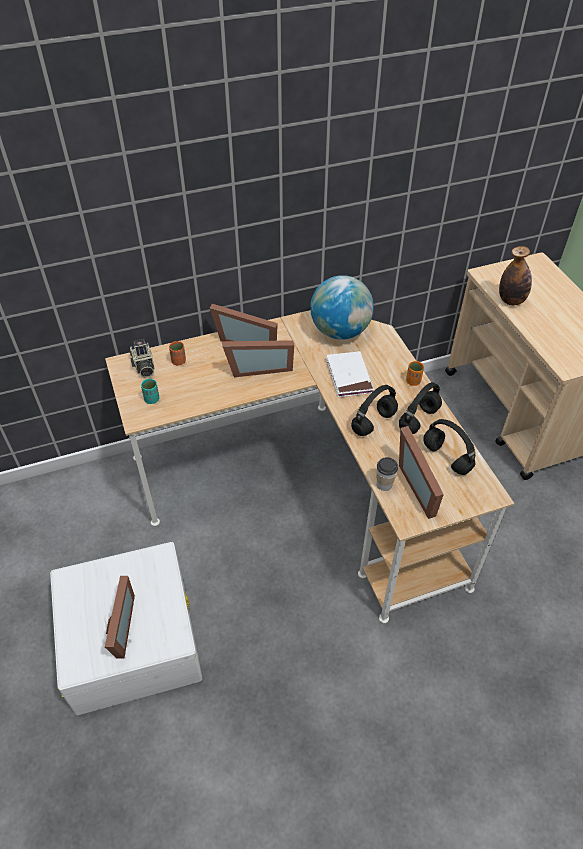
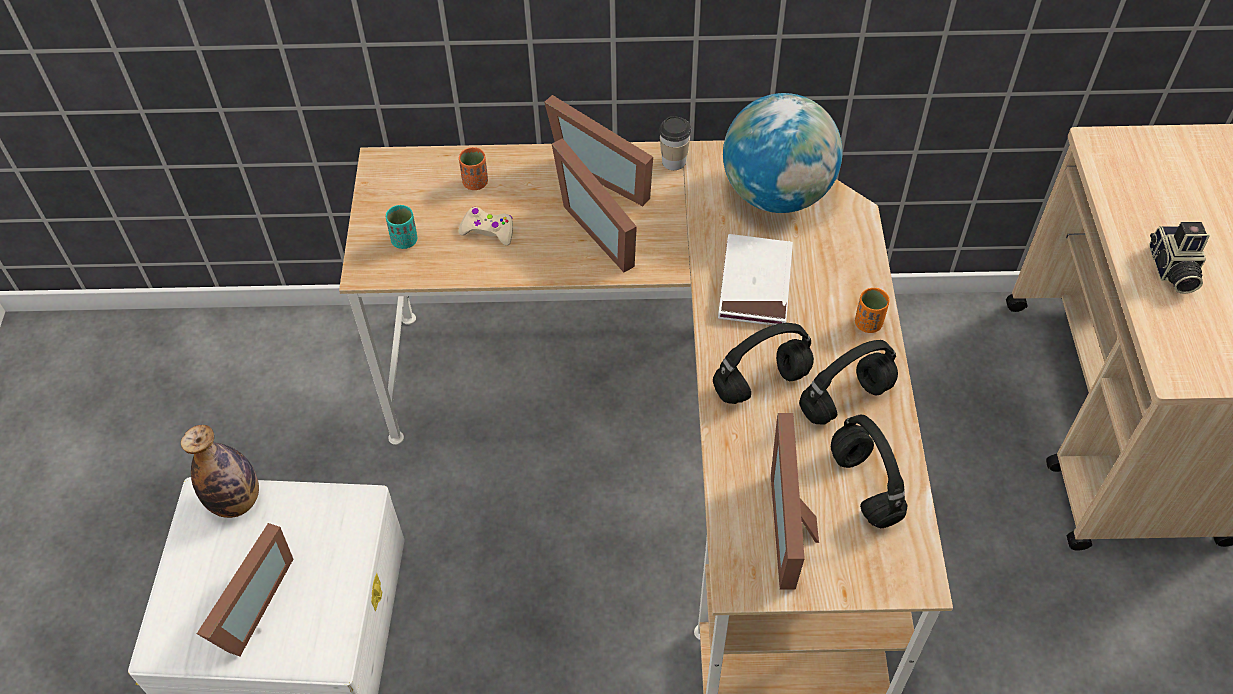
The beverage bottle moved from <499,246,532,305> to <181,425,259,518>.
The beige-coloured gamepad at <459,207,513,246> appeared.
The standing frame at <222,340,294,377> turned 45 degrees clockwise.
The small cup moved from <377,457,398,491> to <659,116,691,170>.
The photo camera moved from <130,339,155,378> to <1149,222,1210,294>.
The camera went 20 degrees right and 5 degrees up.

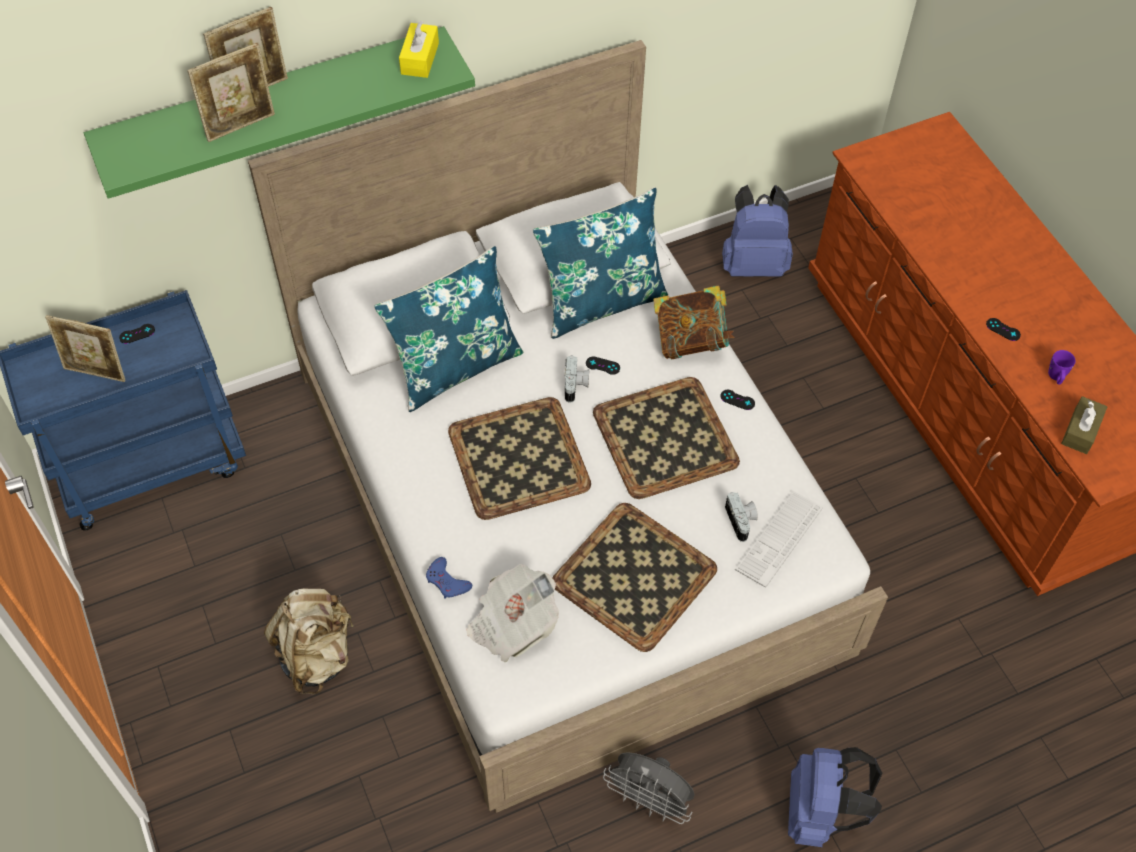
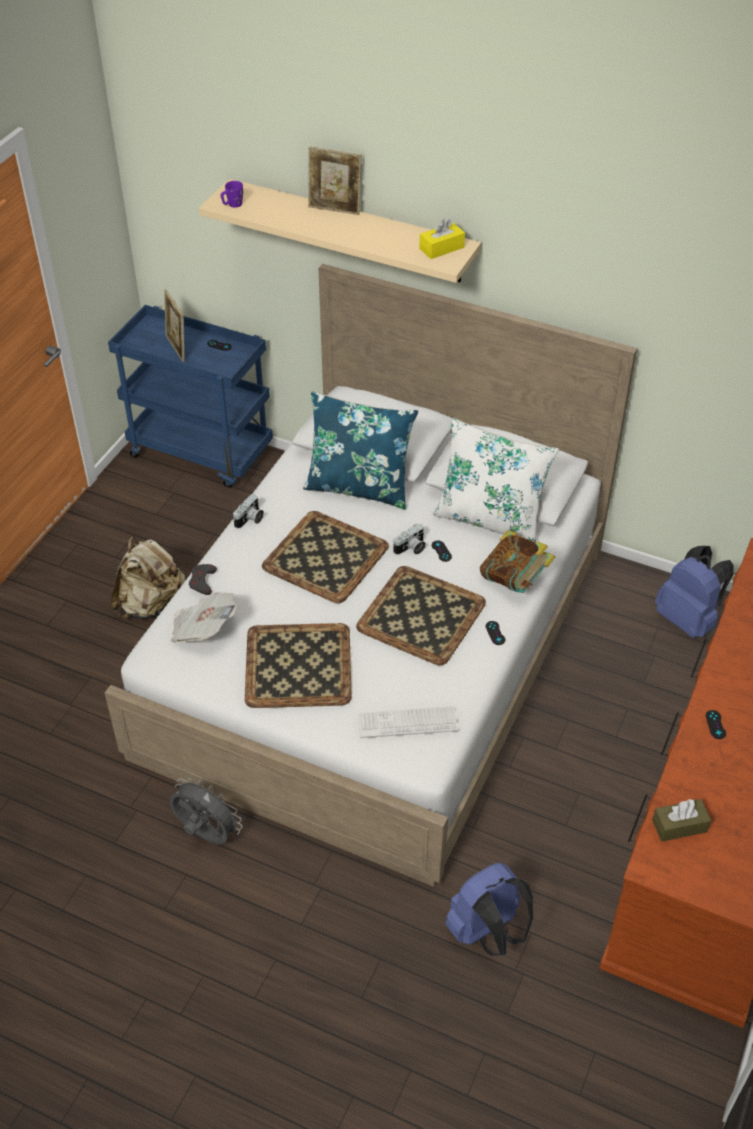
The gray fan at <603,752,695,824> turned 135 degrees clockwise.
The blue-coloured gamepad at <426,557,472,599> became the gray gamepad at <189,564,217,595>.
The green shelf at <84,26,475,199> became the beige-coloured shelf at <199,179,481,283>.
The purple coffee mug moved from <1048,350,1076,385> to <221,181,243,208>.
The photo camera moved from <725,492,758,542> to <233,494,264,529>.
The blue-coloured throw pillow at <533,188,668,339> became the whitish throw pillow at <433,418,559,542>.
The blue-coloured backpack moved from <788,747,883,847> to <445,862,533,955>.
The standing frame at <187,43,275,142> disappeared.
The camera went 50 degrees right and 10 degrees down.

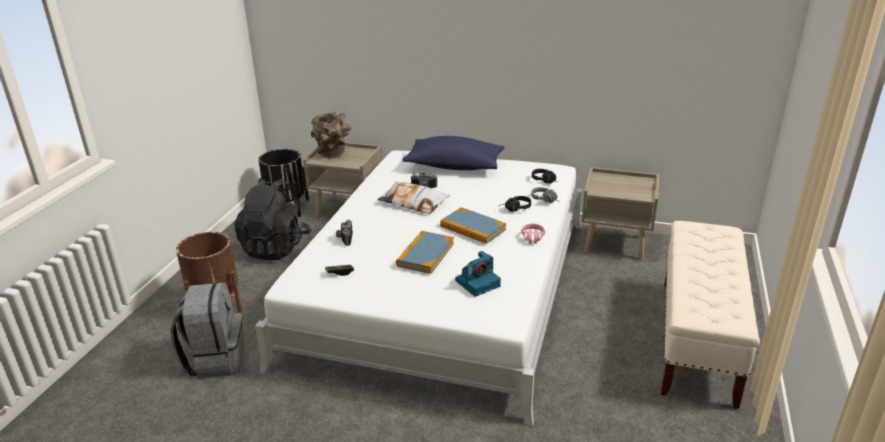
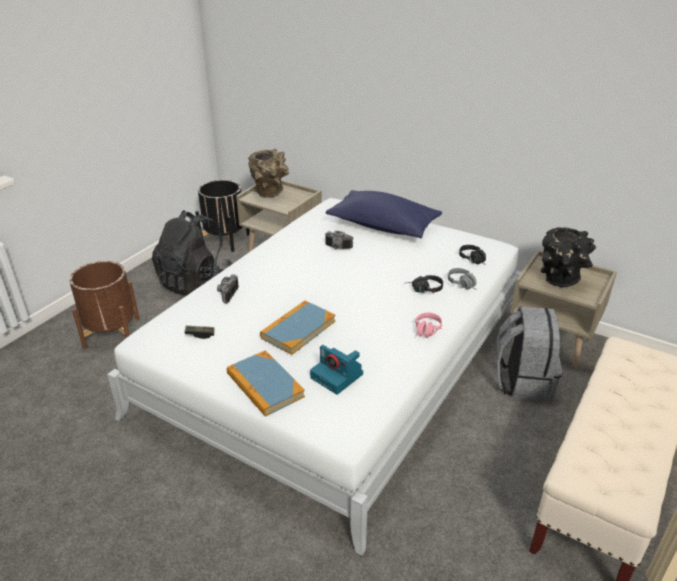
The volume moved from <440,207,506,244> to <227,350,305,417>.
The photo camera at <455,251,501,297> turned 60 degrees clockwise.
The gray backpack moved from <170,283,245,379> to <497,306,562,401>.
The black-coloured decorative vase at <540,227,596,288> appeared.
The throw pillow at <377,182,450,214> disappeared.
The camera went 15 degrees right and 5 degrees up.

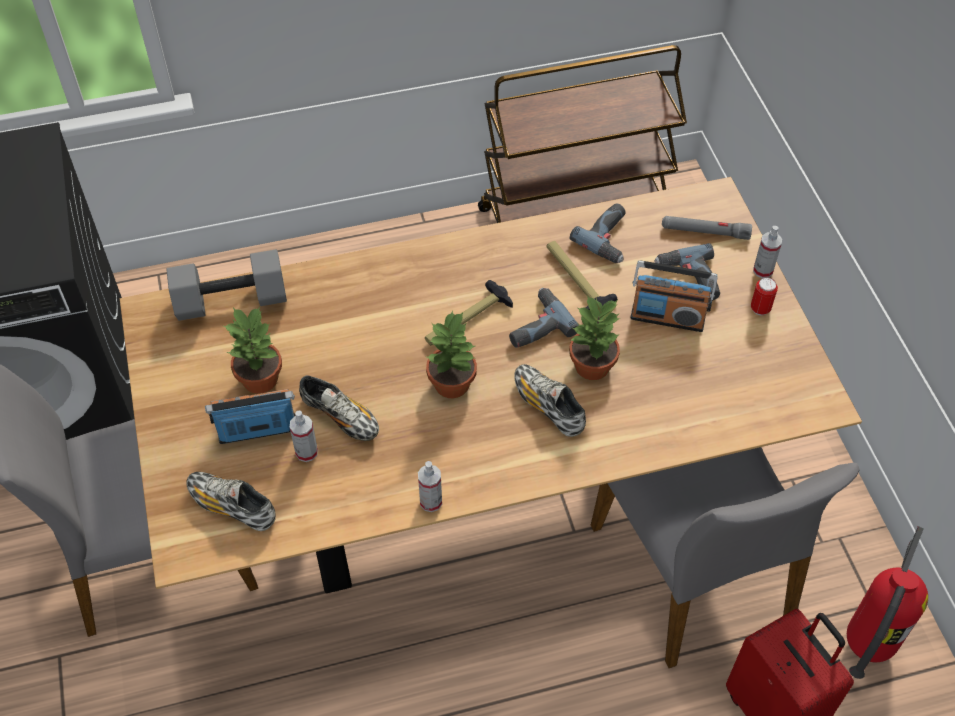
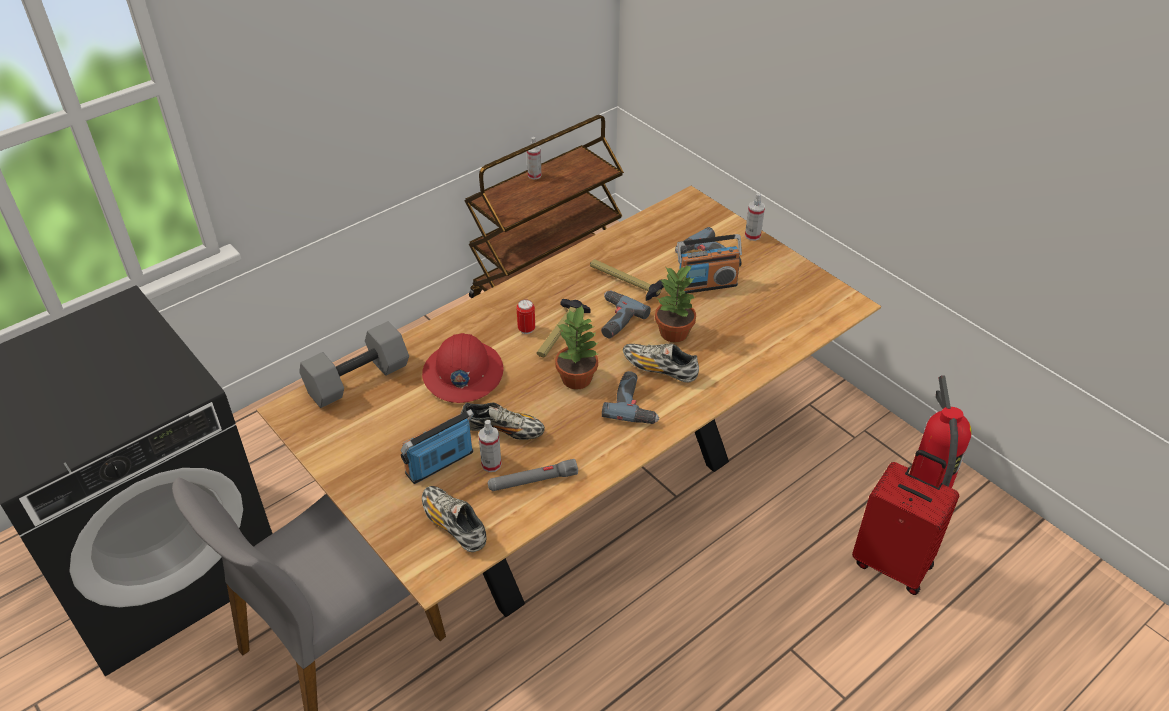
The reddish safety helmet at <422,333,503,403> appeared.
The low shoe at <186,472,276,531> turned 45 degrees clockwise.
The gray flashlight moved from <662,216,752,240> to <487,459,578,491>.
The metal can moved from <751,277,778,315> to <516,299,535,334>.
The hand sprayer moved from <418,461,442,512> to <527,137,542,179>.
The power drill moved from <570,203,626,263> to <602,371,660,424>.
The plant in a pot at <224,307,282,394> disappeared.
The gray chair at <591,447,859,668> disappeared.
The camera went 25 degrees left and 10 degrees down.

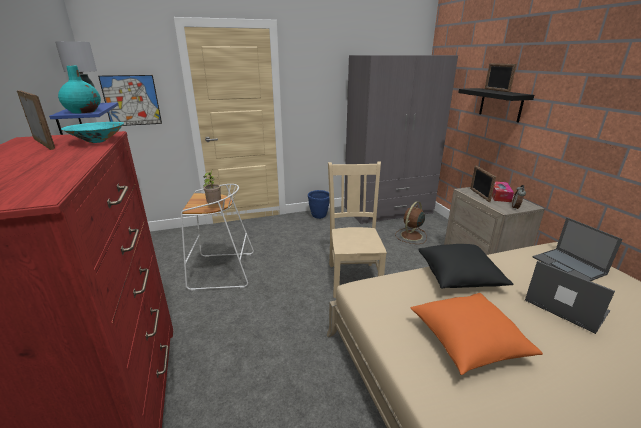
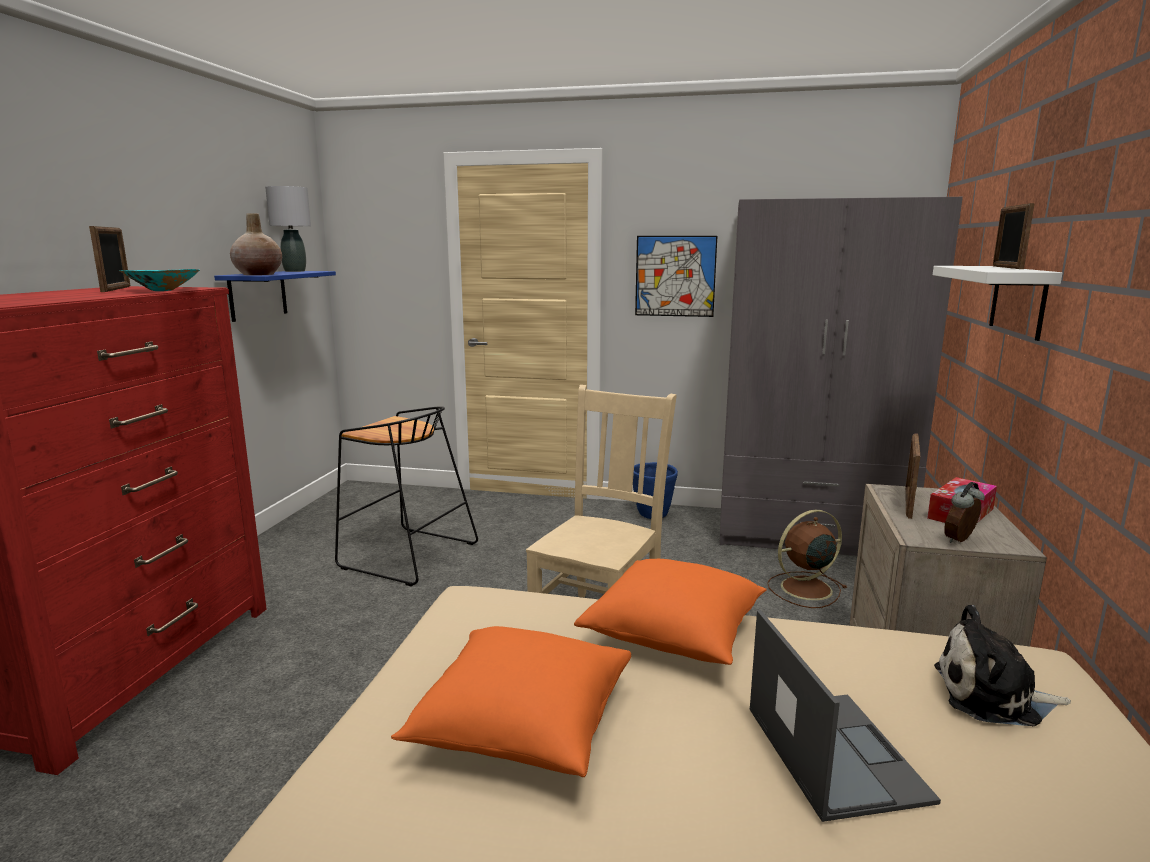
The turquoise decorative vase at <58,65,101,113> became the beige-coloured decorative vase at <230,213,282,275>.
The whitish stool seat at <181,184,254,291> became the black-coloured stool seat at <335,406,478,587>.
The black-coloured throw pillow at <418,244,513,289> became the orangey throw pillow at <574,559,767,665>.
The wall art moved from <98,75,162,126> to <635,236,717,317>.
The black-coloured shelf at <458,88,534,122> became the whitish shelf at <933,266,1062,341>.
The notebook computer at <533,217,623,281> was replaced by the cuddly toy at <934,605,1071,726>.
The plant in a pot at <203,171,221,204> disappeared.
The camera went 30 degrees right and 10 degrees down.

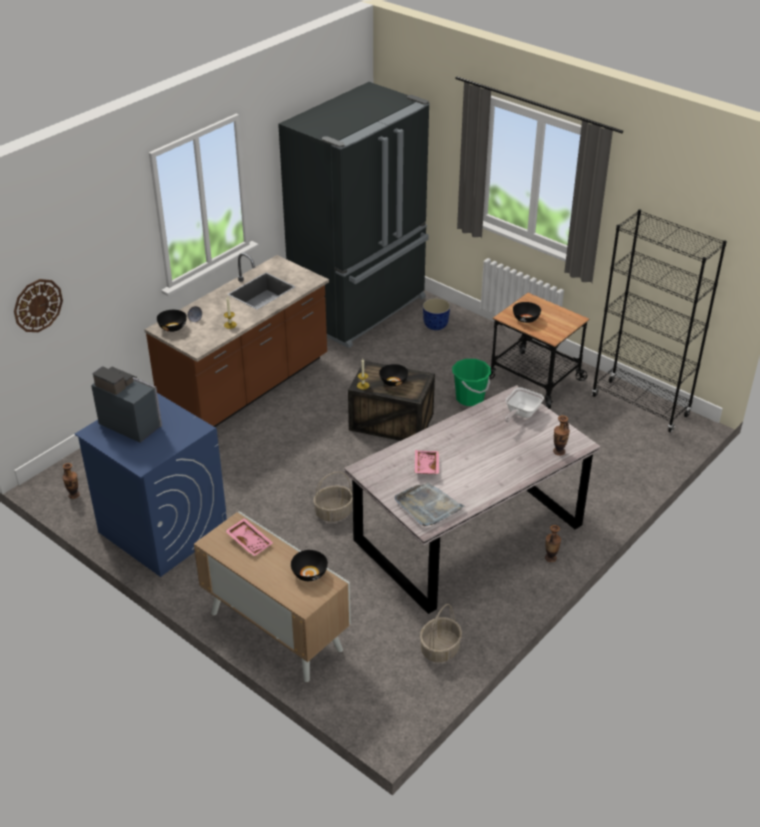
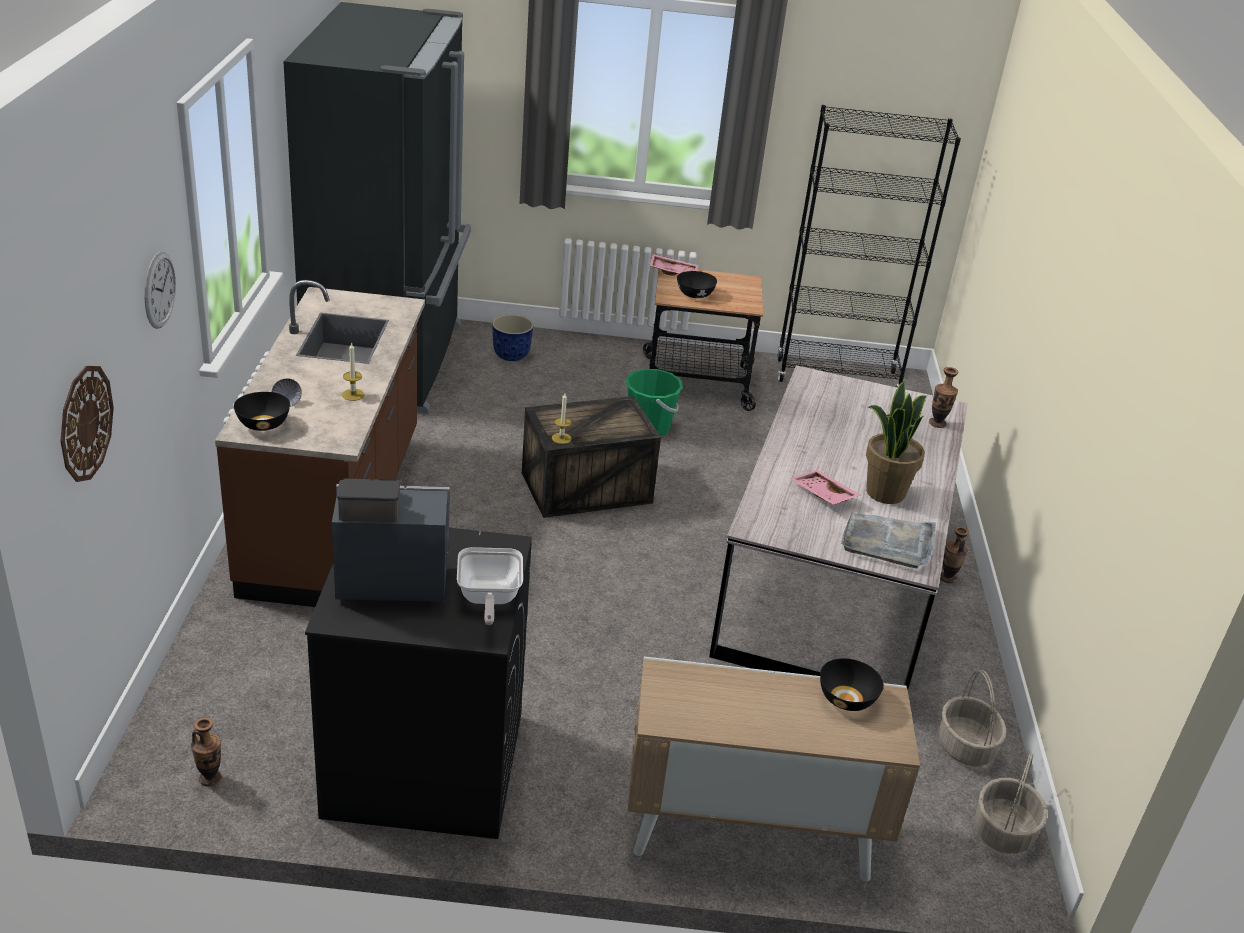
The wall clock at <145,252,176,329> appeared.
The blue-coloured washing machine at <75,393,227,577> became the black-coloured washing machine at <305,528,532,839>.
The frying pan moved from <505,387,544,422> to <457,547,523,625>.
The pinkish serving tray moved from <226,518,273,557> to <649,254,698,275>.
The plant in a pot at <866,381,927,504> appeared.
The basket moved from <313,472,353,522> to <975,754,1047,854>.
The black-coloured bowl at <379,364,408,387> disappeared.
The camera went 40 degrees left and 5 degrees down.

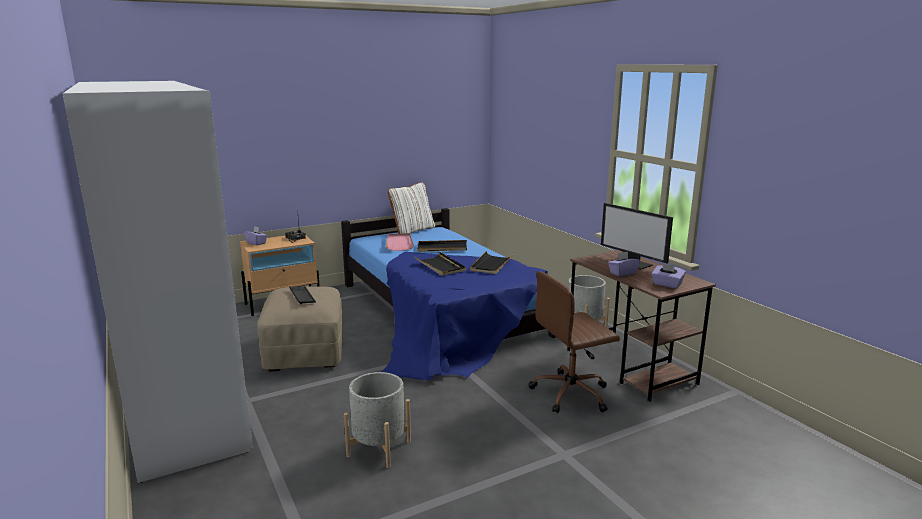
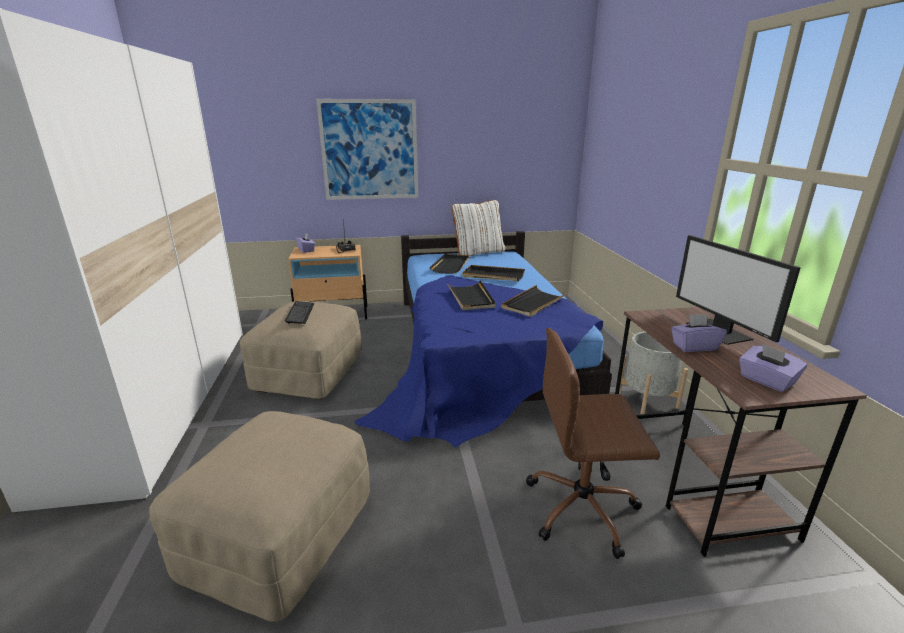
The gray flower pot at <344,372,411,468> was replaced by the beige-coloured footrest at <149,411,370,622>.
The wall art at <316,99,418,200> appeared.
The pinkish serving tray at <386,233,414,251> became the black-coloured serving tray at <430,254,469,274>.
The camera went 20 degrees right and 5 degrees up.

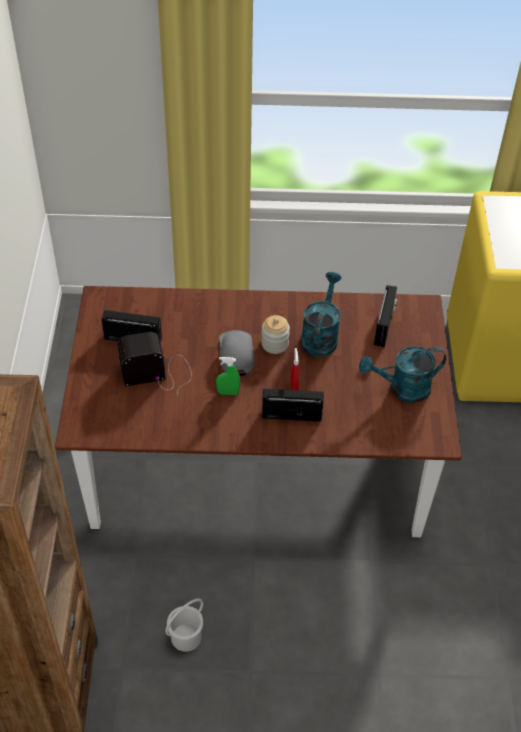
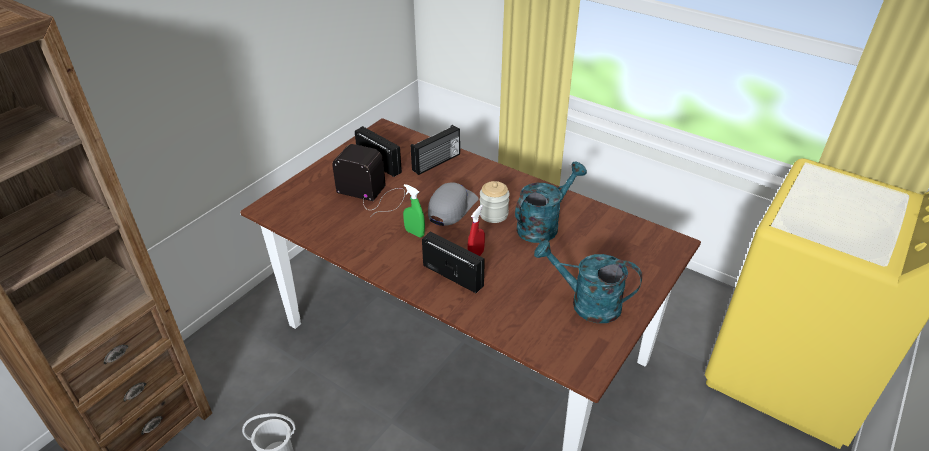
The radio set moved from <374,285,398,348> to <411,125,460,175>.
The camera went 35 degrees right and 10 degrees down.

